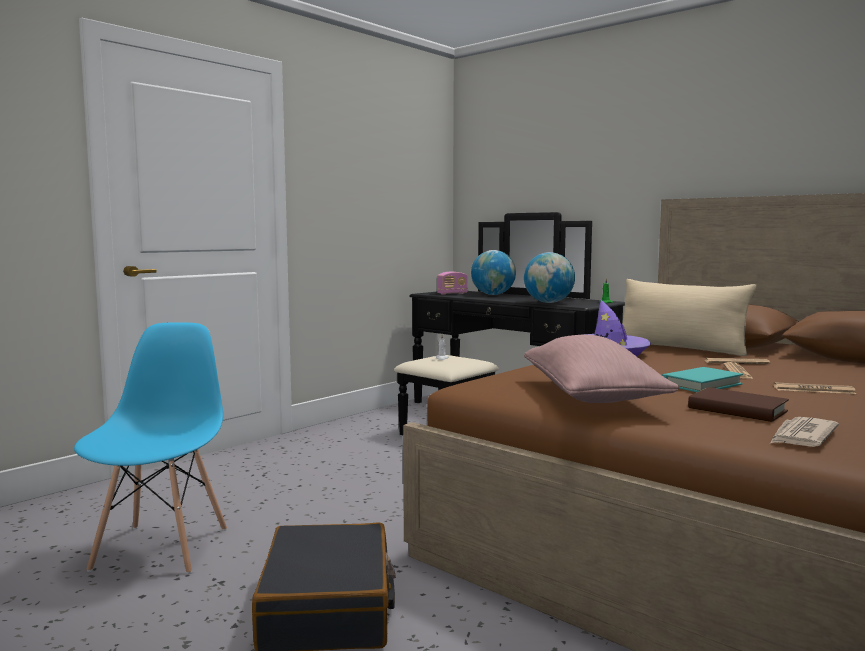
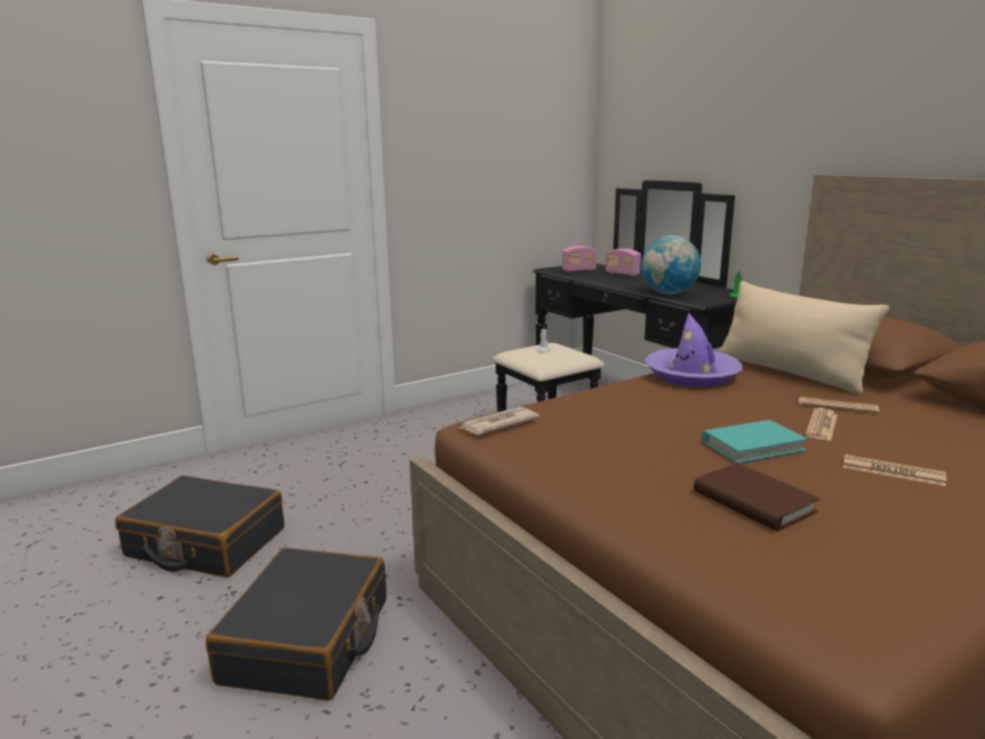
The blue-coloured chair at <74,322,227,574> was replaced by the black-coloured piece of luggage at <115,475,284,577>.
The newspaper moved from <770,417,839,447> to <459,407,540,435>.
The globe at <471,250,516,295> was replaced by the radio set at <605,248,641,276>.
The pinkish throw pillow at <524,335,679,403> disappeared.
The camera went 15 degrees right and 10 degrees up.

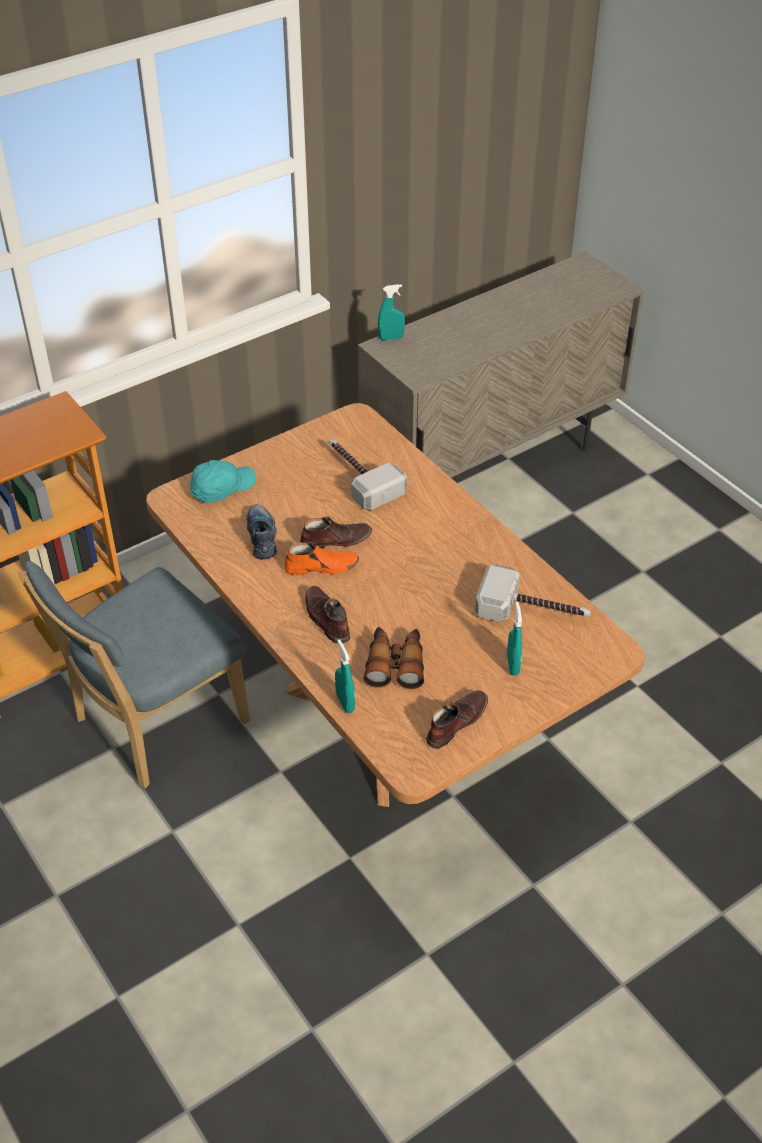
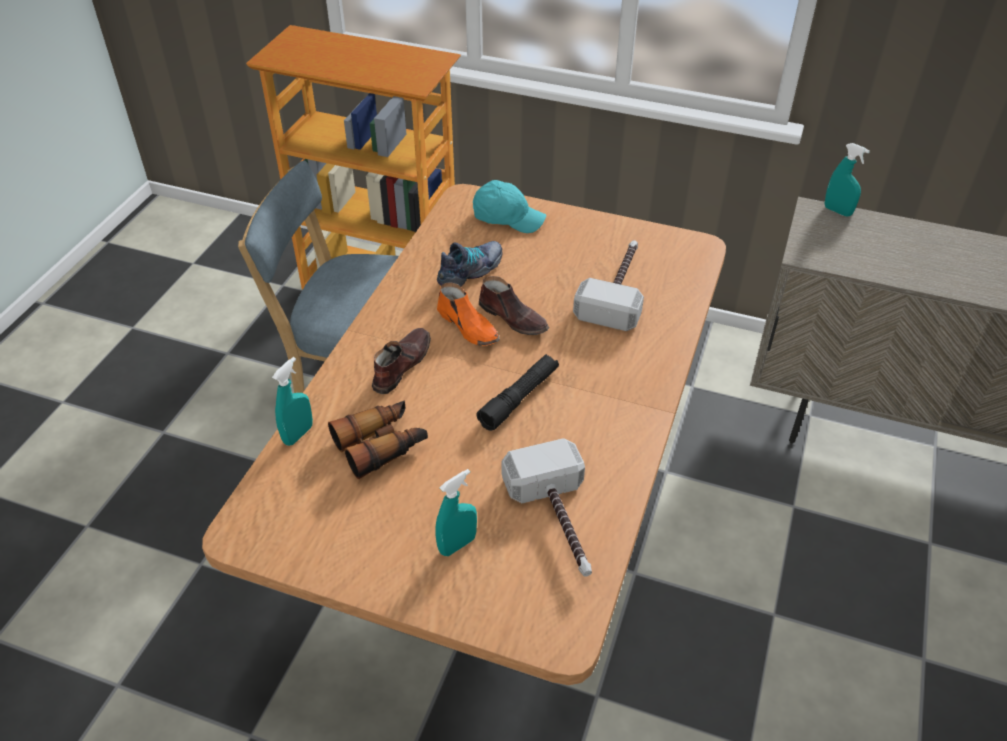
The black-coloured flashlight at <477,354,559,431> appeared.
The brown low shoe at <426,690,488,749> disappeared.
The camera went 55 degrees right and 0 degrees up.

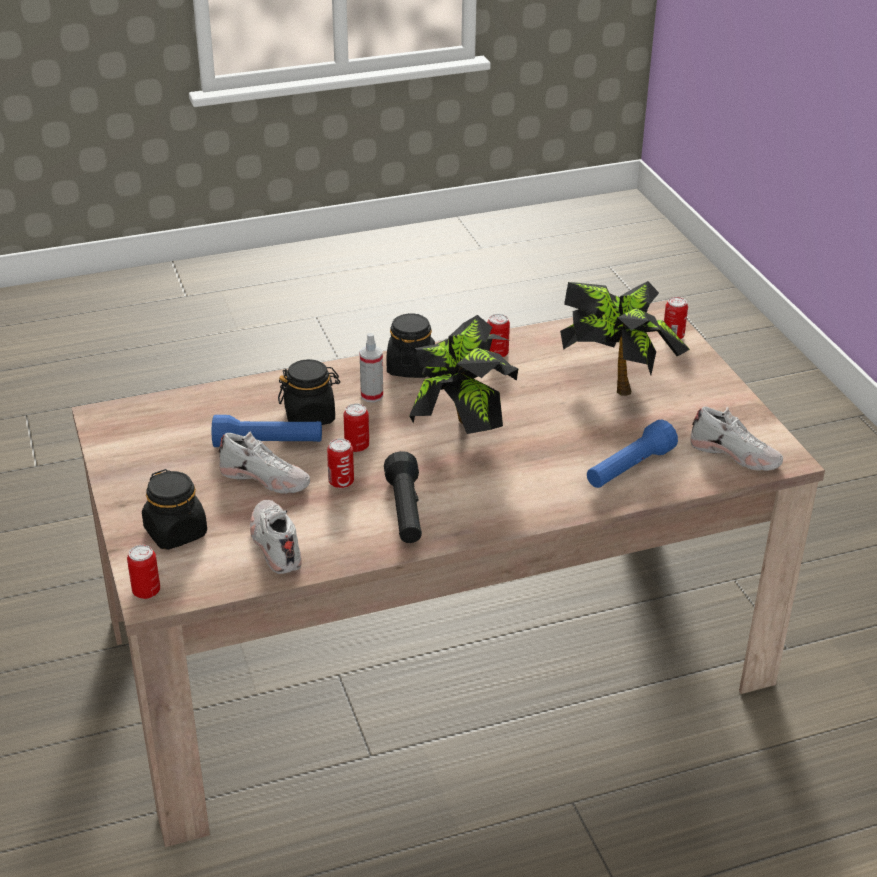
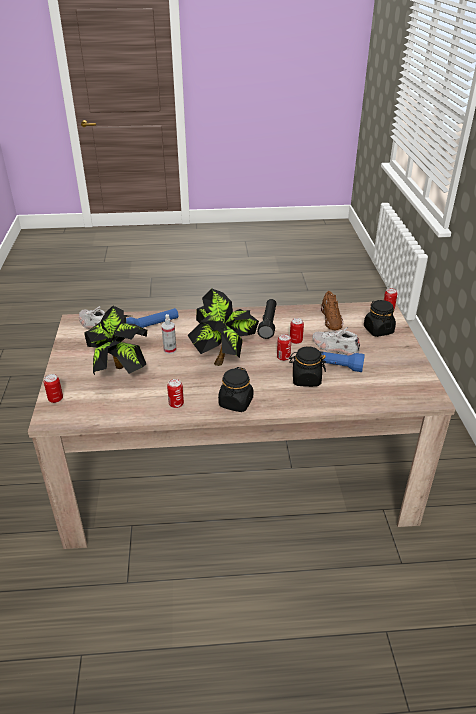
The hand sprayer moved from <360,333,383,402> to <162,314,176,354>.
The whitish low shoe at <250,500,302,574> became the brown low shoe at <321,291,343,330>.
The camera went 165 degrees left and 0 degrees up.

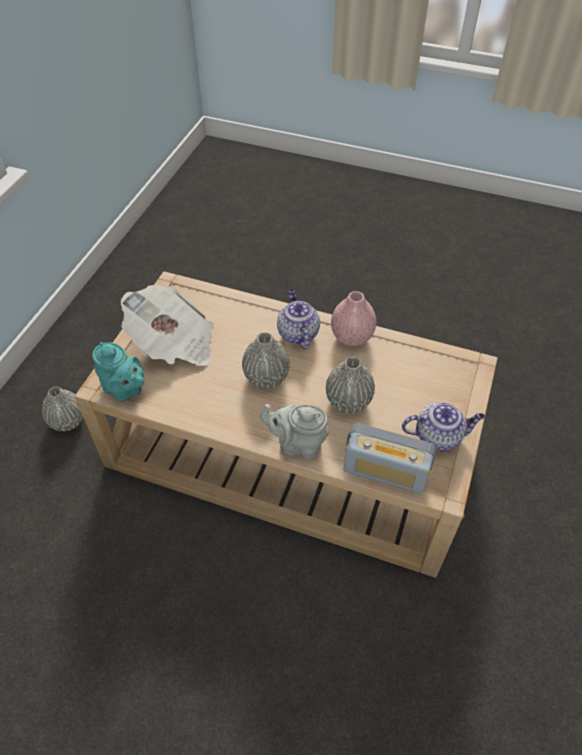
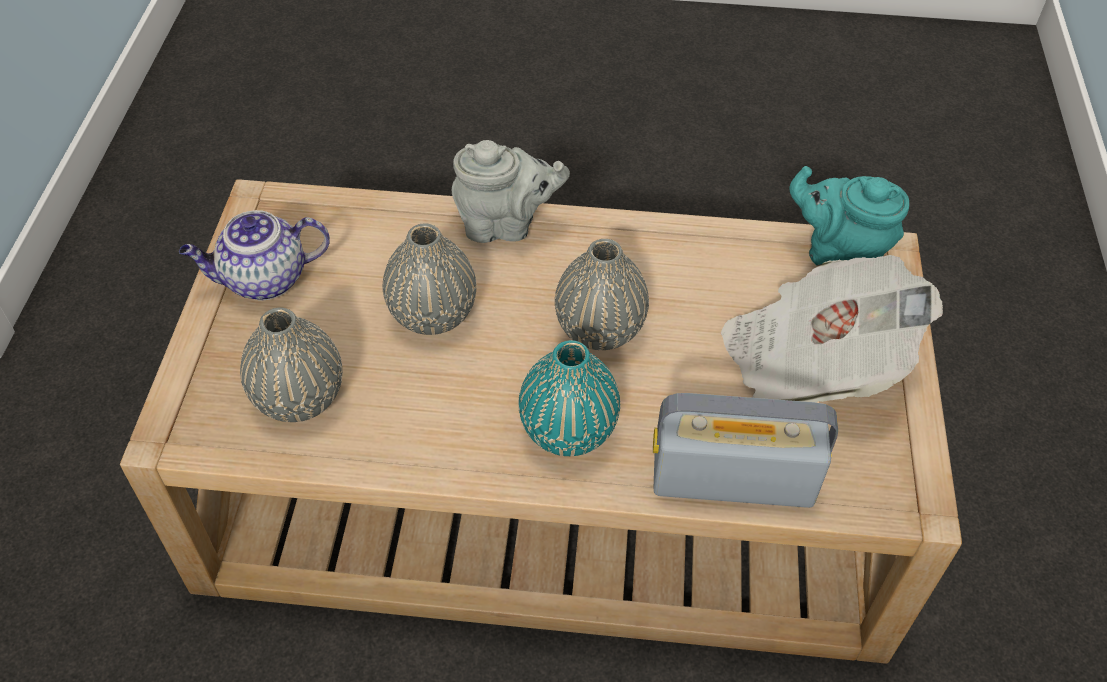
The gray decorative vase moved from <42,387,83,431> to <240,308,342,422>.
The teapot at <277,289,320,350> was replaced by the turquoise decorative vase at <518,340,620,456>.
The radio set moved from <344,423,437,494> to <653,393,838,508>.
The pinkish decorative vase at <331,291,376,346> disappeared.
The camera went 165 degrees right and 0 degrees up.

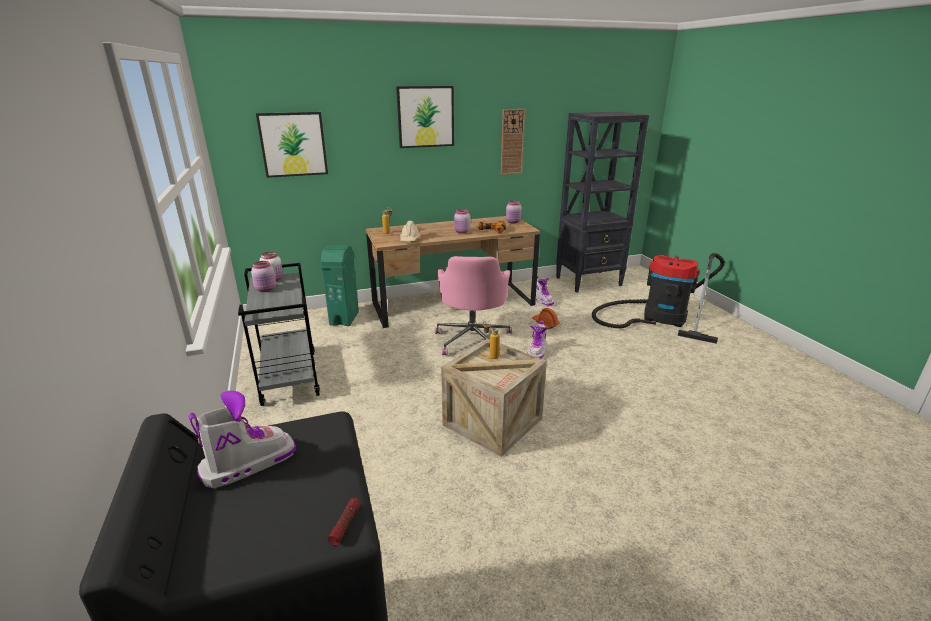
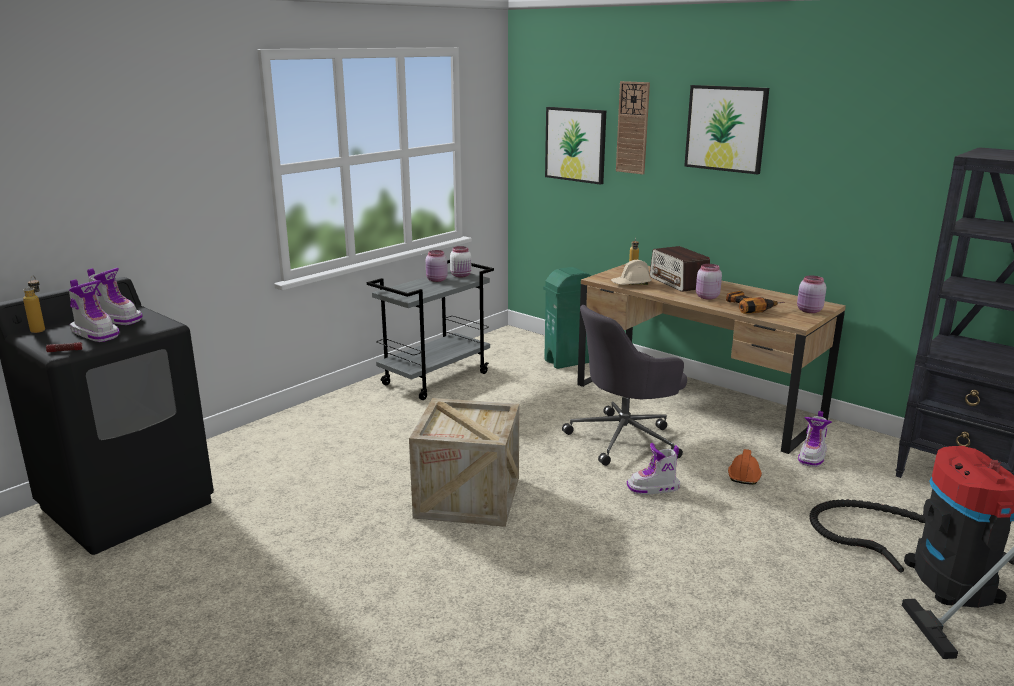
The beverage bottle moved from <483,321,500,359> to <23,276,45,333>.
The tall boot at <69,279,120,342> appeared.
The pinkish computer chair at <435,256,512,355> became the gray computer chair at <562,305,687,466>.
The wall clock moved from <501,109,525,175> to <616,81,650,174>.
The radio set at <650,246,710,292> appeared.
The camera went 60 degrees right and 5 degrees down.

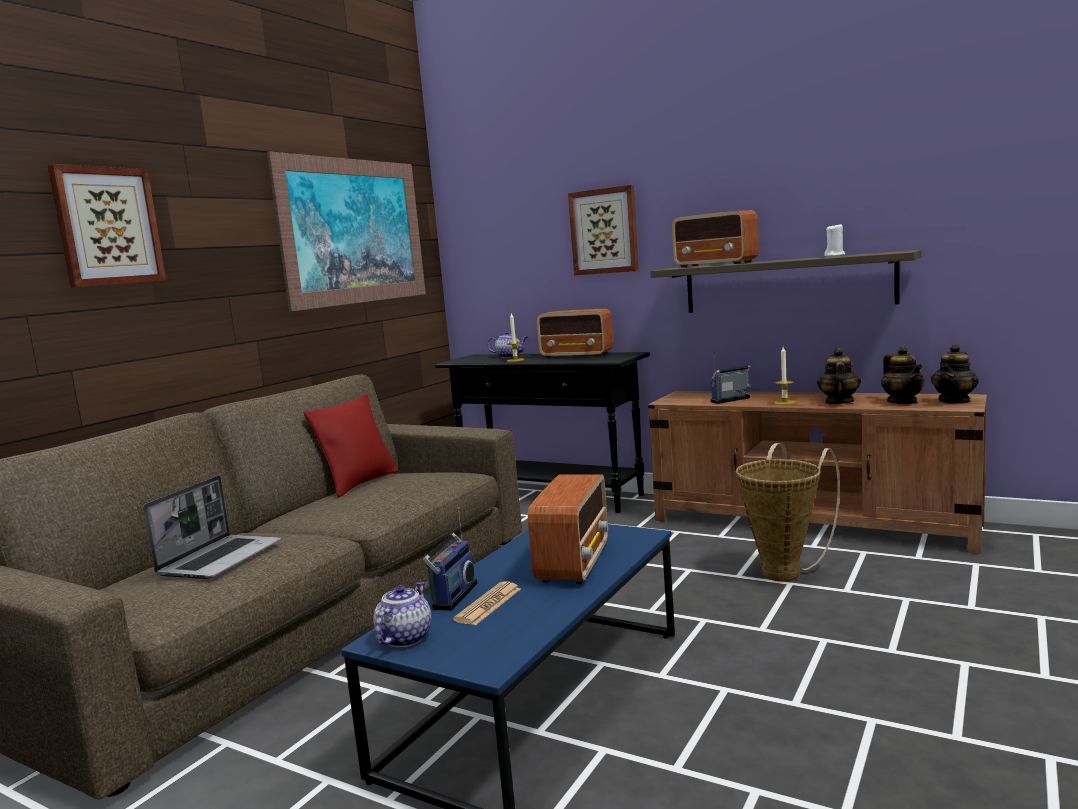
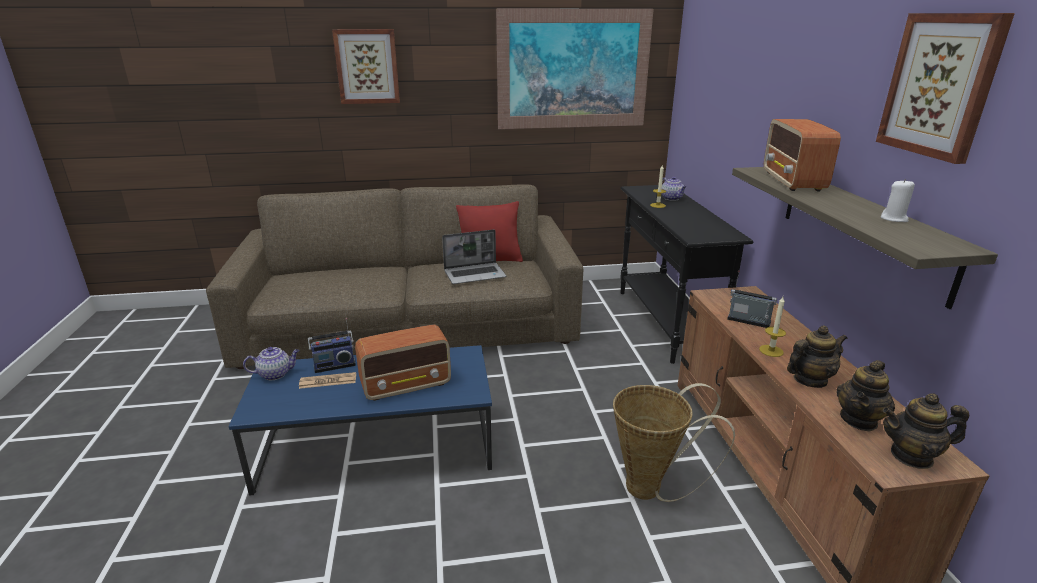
The notebook computer moved from <143,476,281,579> to <442,229,507,284>.
The wall art moved from <568,185,639,275> to <876,13,1015,164>.
The radio set at <536,309,614,358> disappeared.
The camera went 50 degrees right and 15 degrees up.

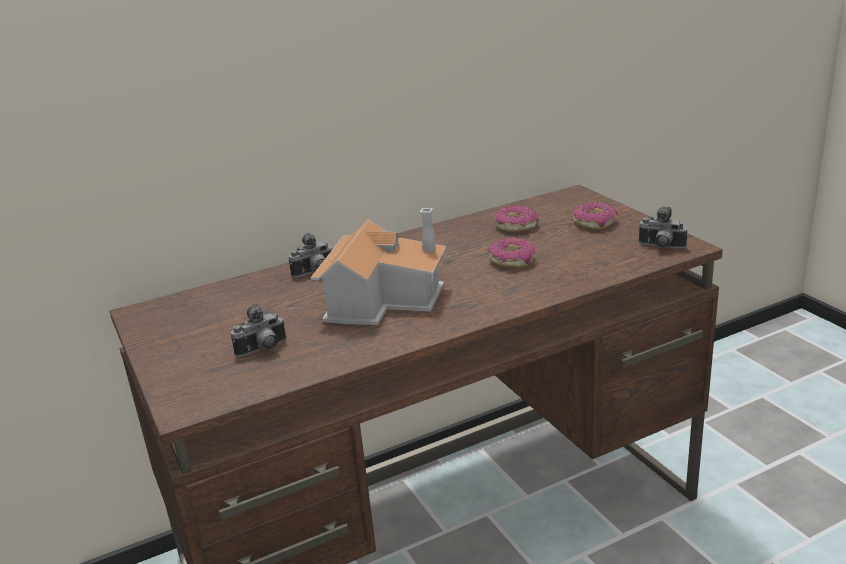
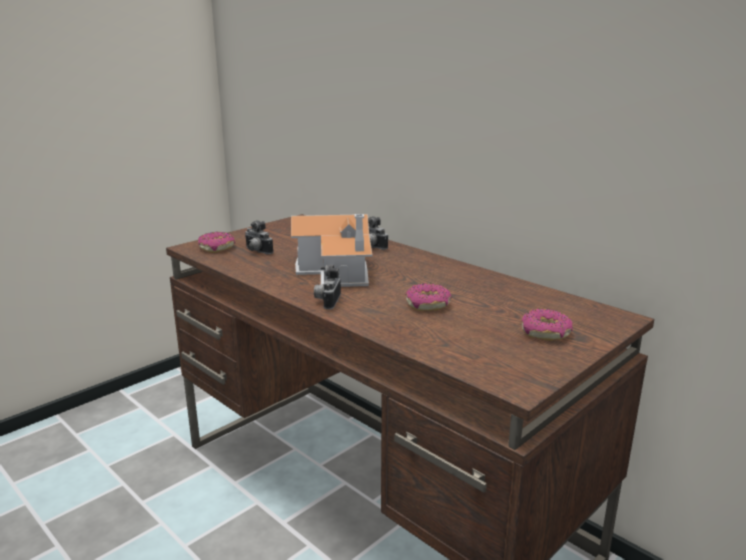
The ring doughnut moved from <494,205,539,232> to <198,232,235,253>.
The photo camera moved from <638,207,687,249> to <314,265,341,310>.
The camera went 70 degrees right and 5 degrees down.

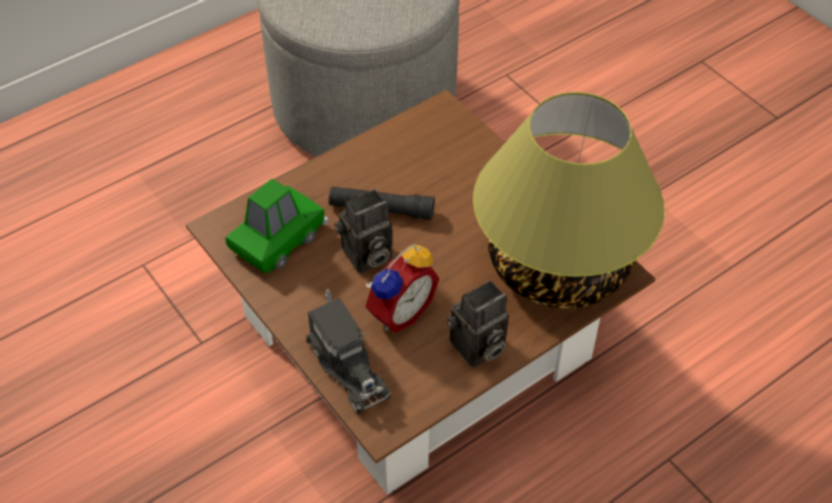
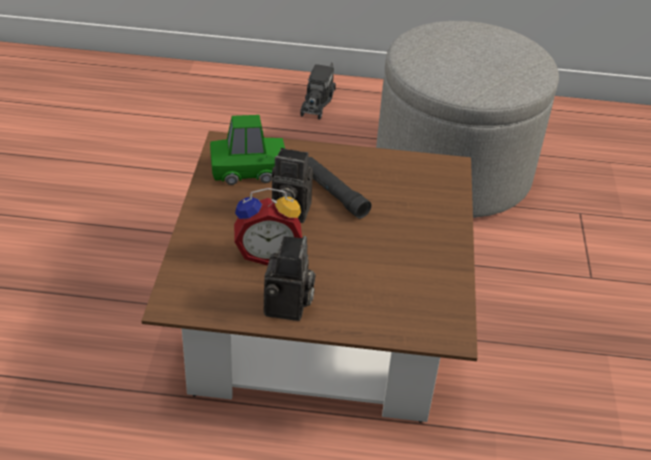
The photo camera at <446,280,509,367> turned 90 degrees counterclockwise.
The toy truck moved from <306,289,390,414> to <300,62,336,119>.
The lamp for a table at <473,92,665,309> disappeared.
The camera went 40 degrees right and 10 degrees down.

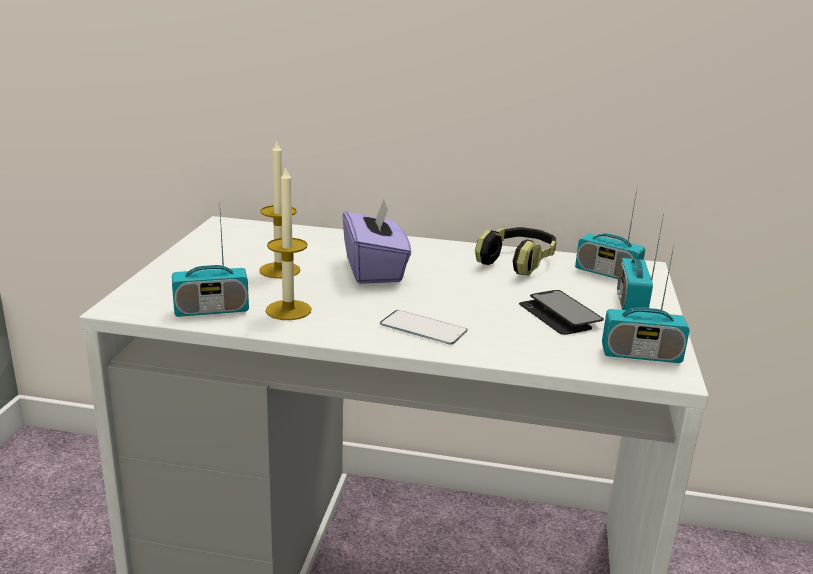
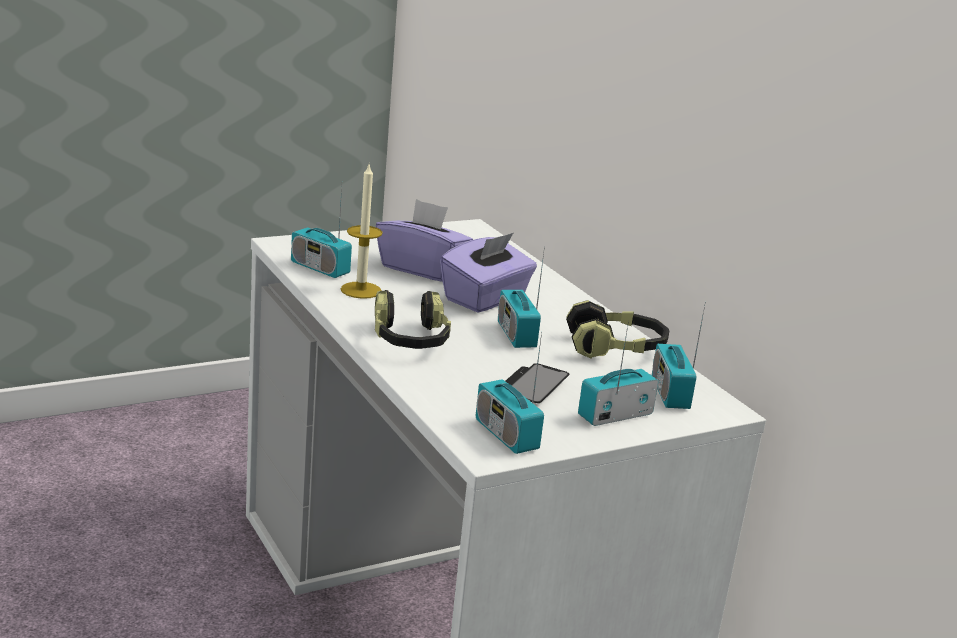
The telephone at <380,310,468,344> was replaced by the headset at <375,290,451,349>.
The wax light at <259,139,301,279> was replaced by the purple tissue box at <376,199,473,282>.
The radio set at <498,246,545,348> appeared.
The camera went 50 degrees right and 0 degrees up.

